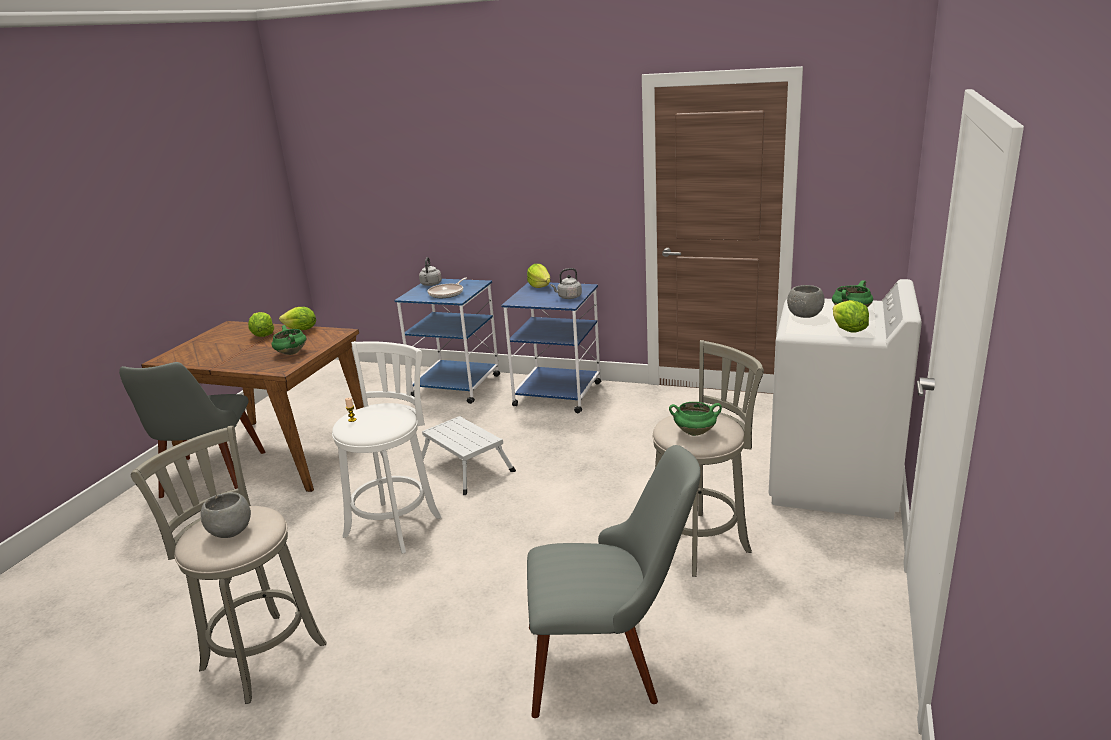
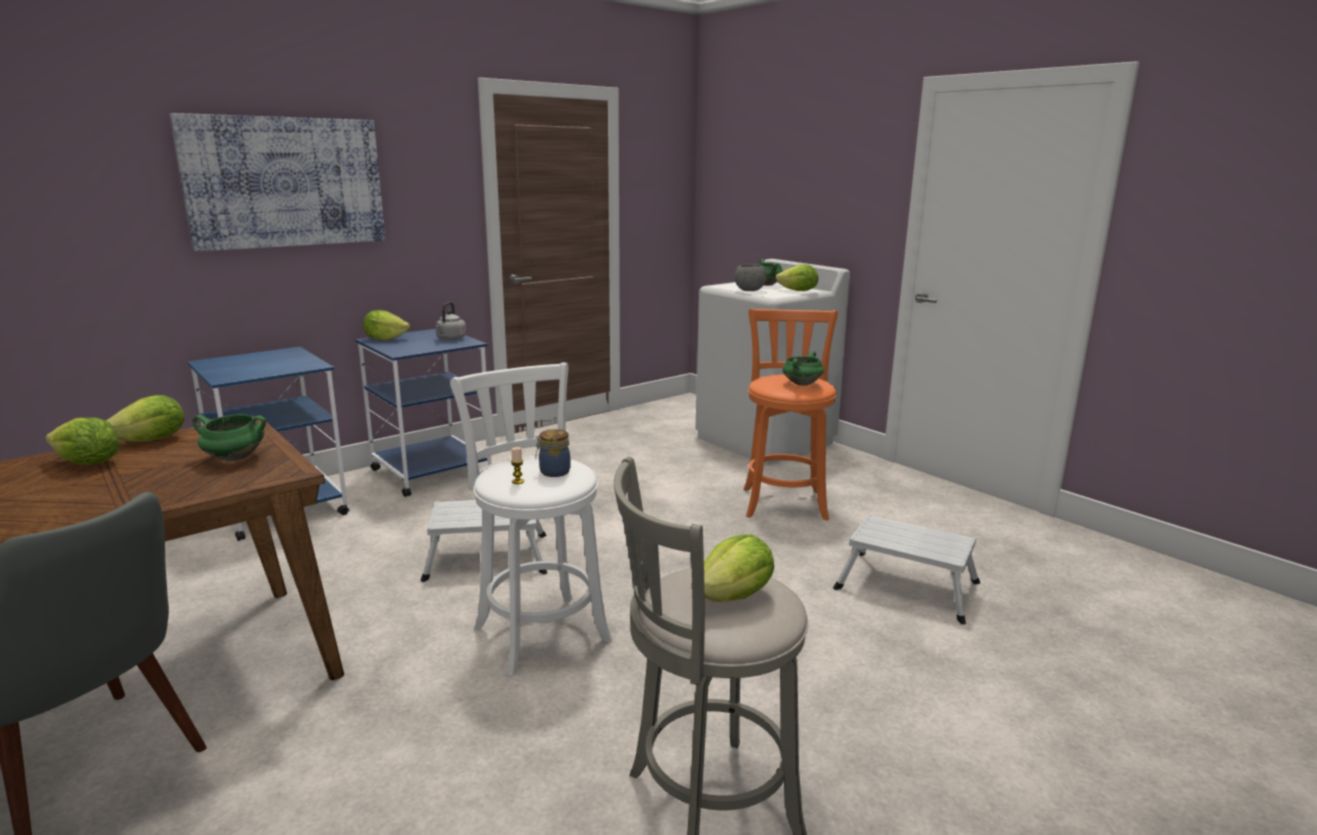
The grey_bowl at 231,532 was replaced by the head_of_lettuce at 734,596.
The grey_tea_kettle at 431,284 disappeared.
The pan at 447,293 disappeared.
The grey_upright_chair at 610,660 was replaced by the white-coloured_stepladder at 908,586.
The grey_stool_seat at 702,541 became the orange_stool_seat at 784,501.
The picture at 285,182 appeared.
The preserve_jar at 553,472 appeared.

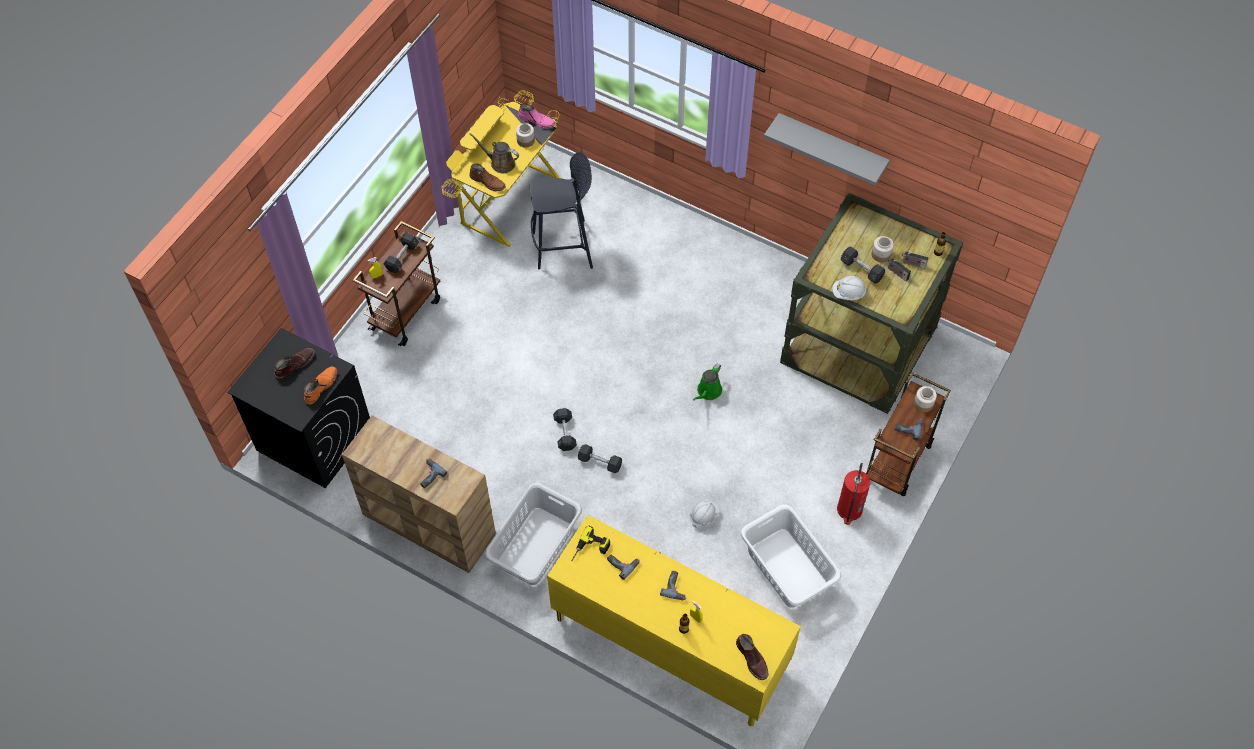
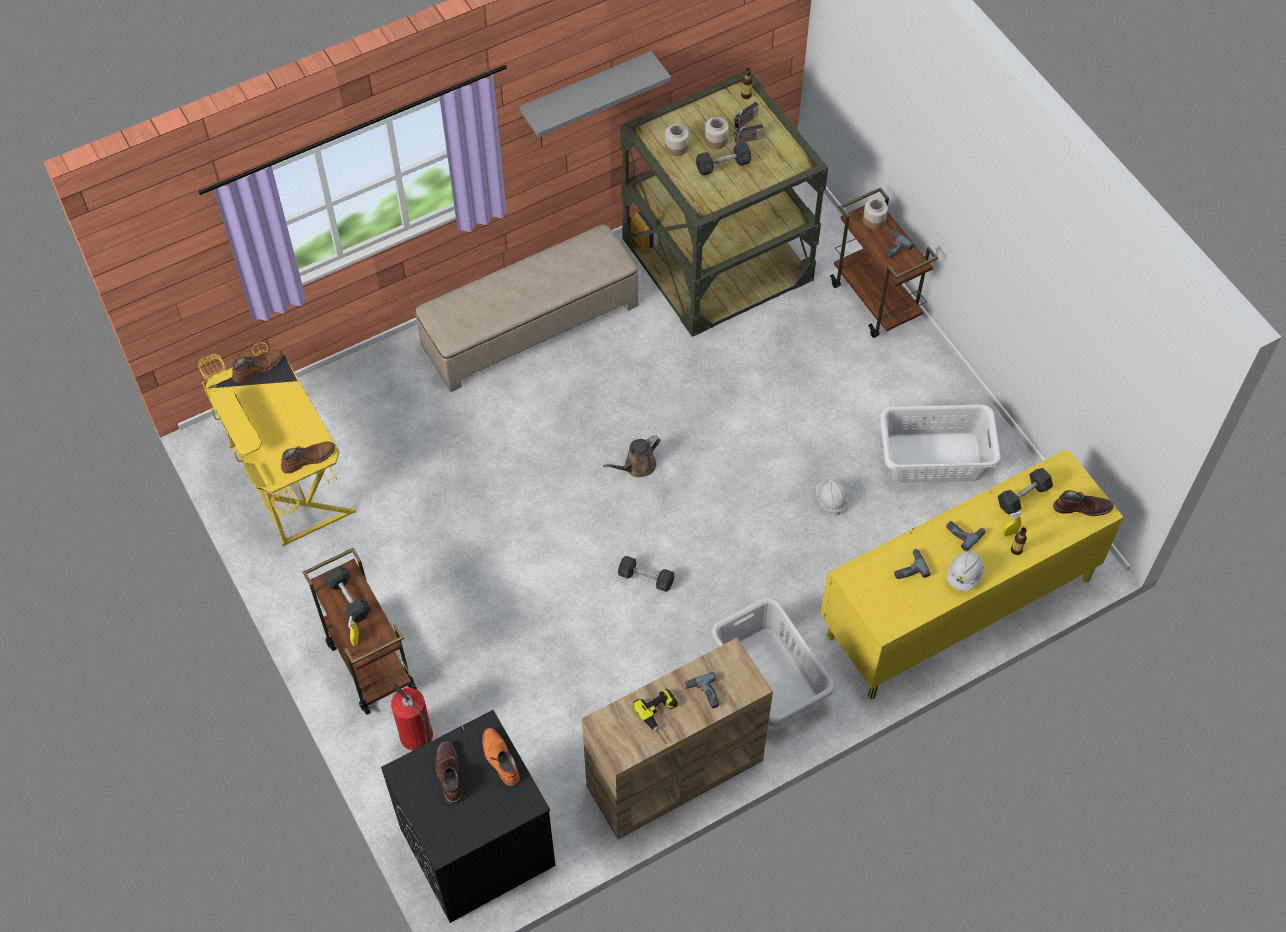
The brown-coloured_watering_pot moved from 500,163 to 637,466.
The preserve_jar moved from 525,141 to 676,147.
The pinkish_boot at 537,120 became the brown-coloured_boot at 258,367.
The grey_stool_seat at 564,247 disappeared.
The drill moved from 590,550 to 662,717.
The grey_free_weight moved from 600,462 to 1023,496.
The green_watering_pot at 708,392 disappeared.
The white-coloured_work_helmet moved from 848,293 to 964,575.
The extinguisher moved from 849,510 to 417,736.
The sand-coloured_indoor_bench at 530,324 appeared.

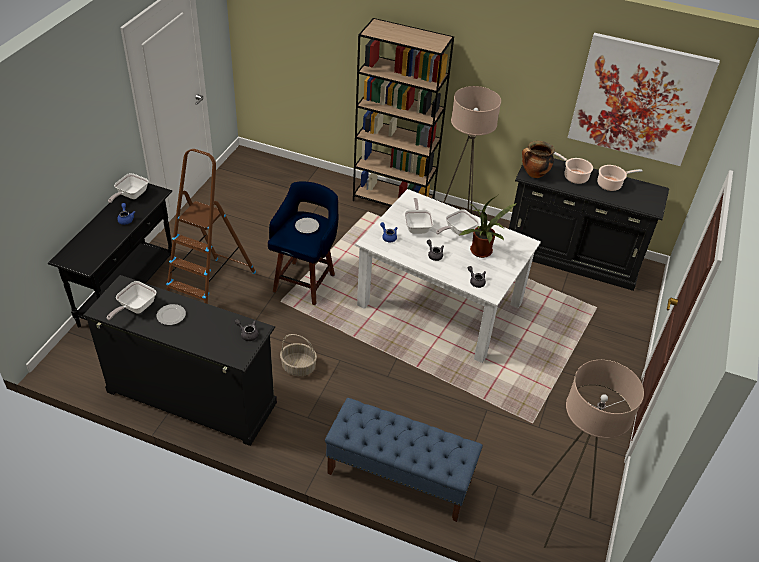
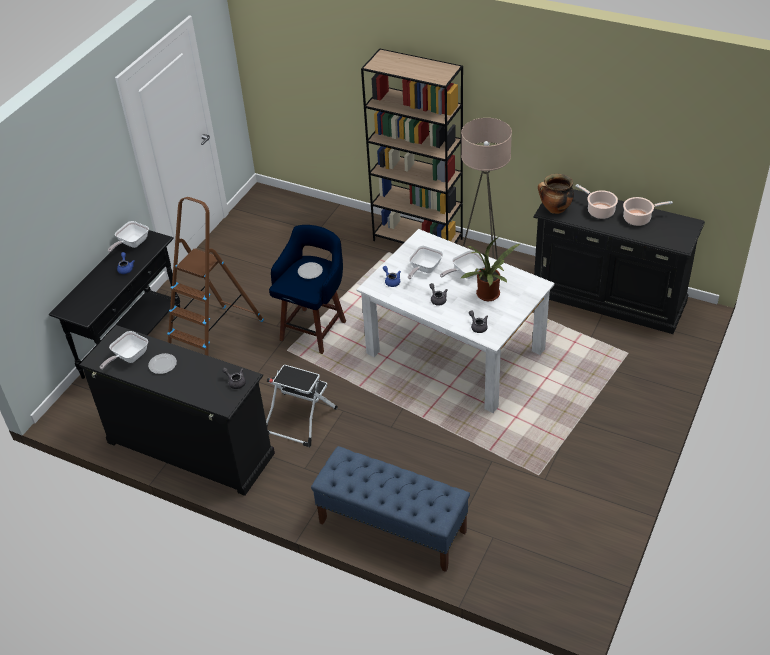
The basket at 298,367 was replaced by the stepladder at 299,418.
The pan at 417,226 turned 150 degrees counterclockwise.
The sand-coloured_floor_lamp at 556,519 disappeared.
The picture at 639,100 disappeared.

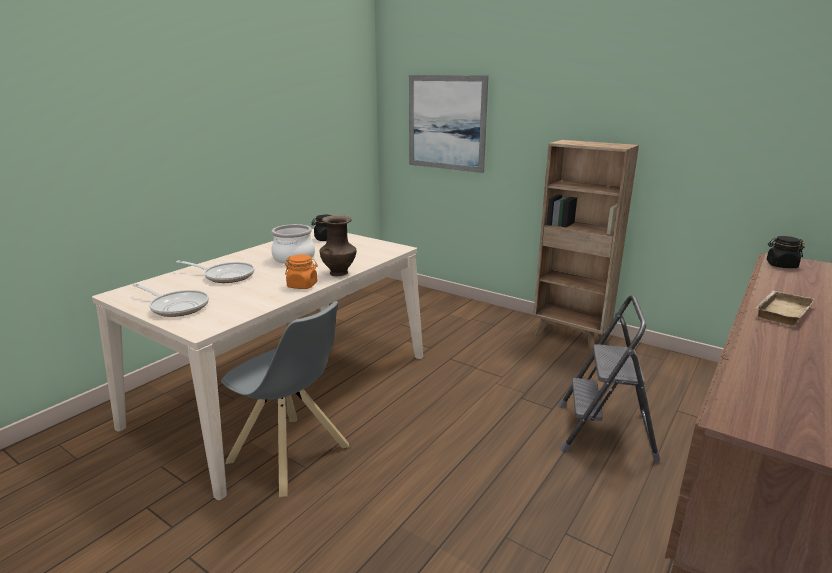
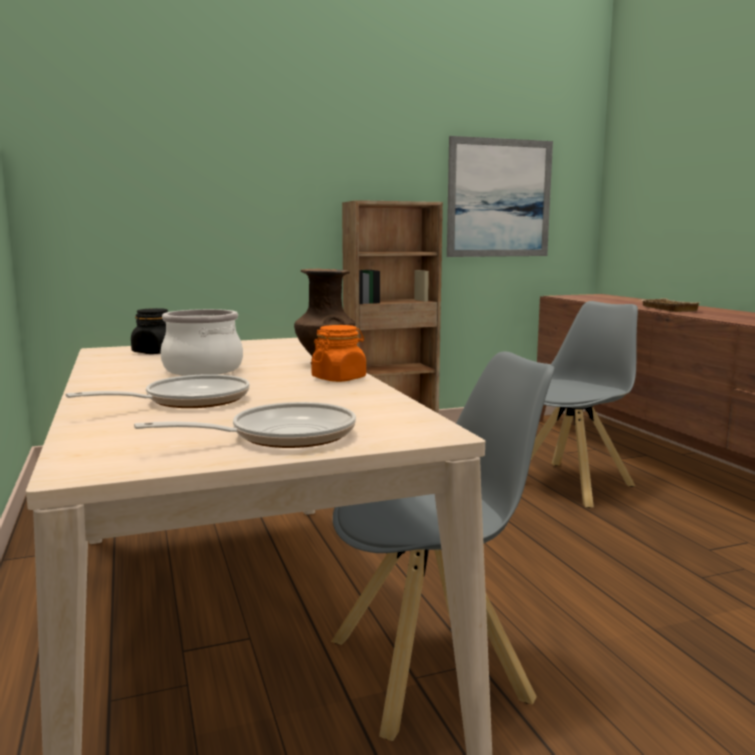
The picture moved from 446,123 to 499,198.
The grey_stepladder at 609,432 was replaced by the grey_upright_chair at 573,483.
The blackish_preserve_jar at 781,265 disappeared.

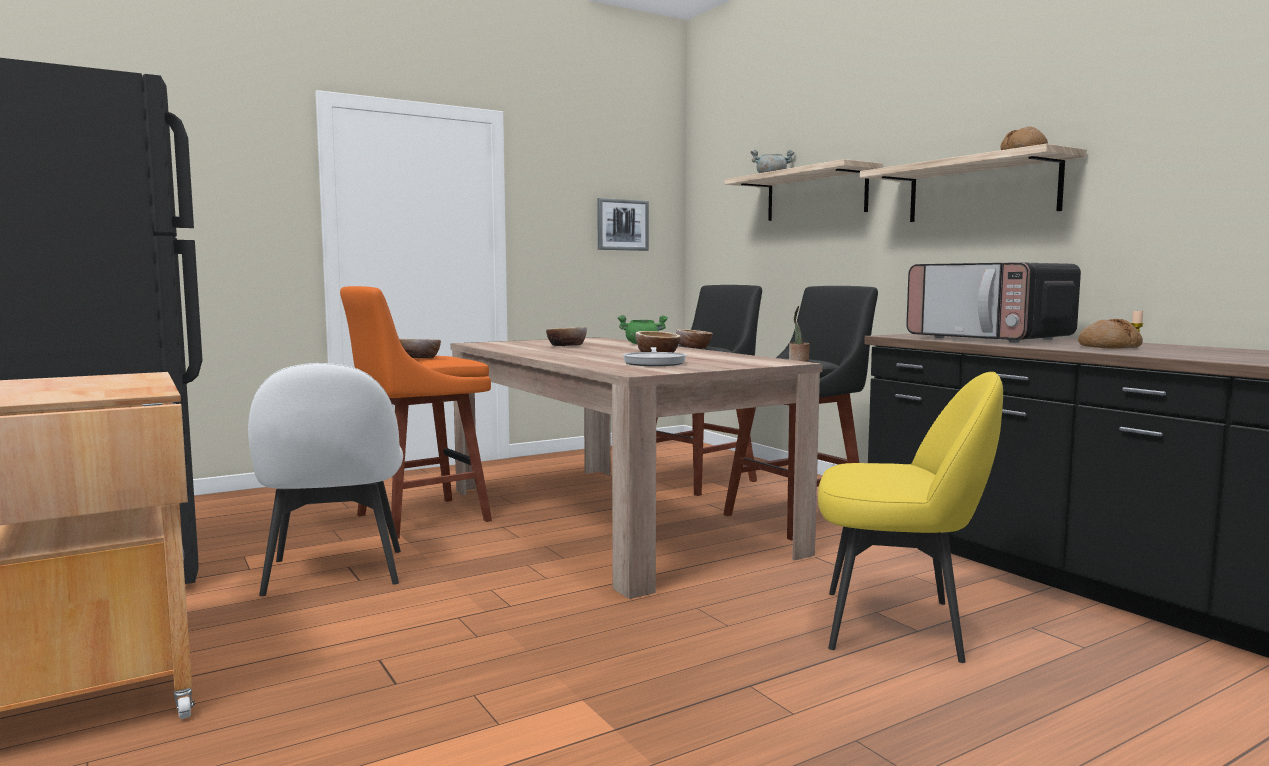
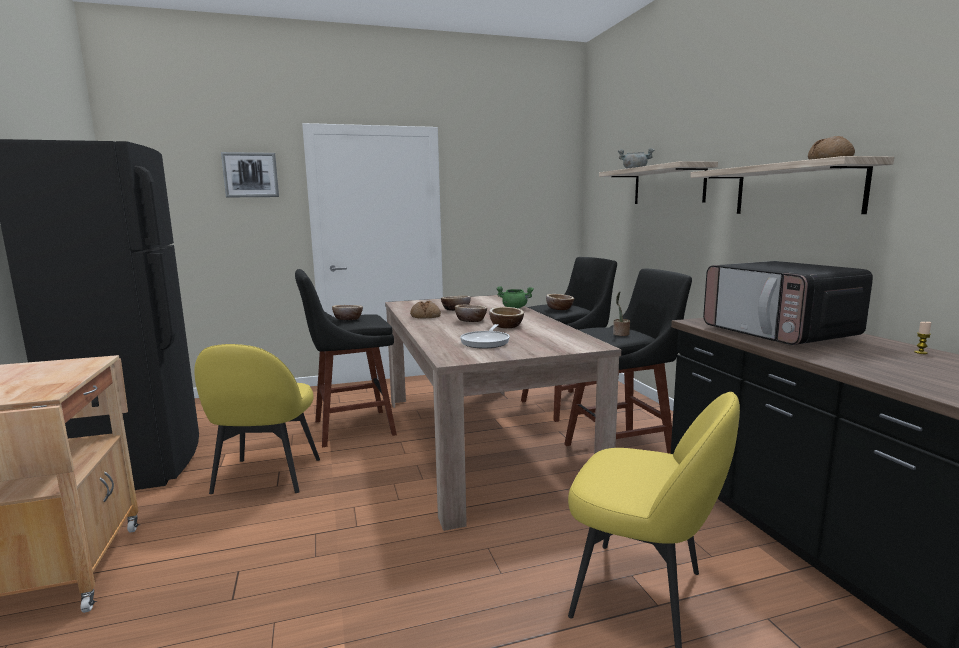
The white-coloured_upright_chair at 334,573 became the yellow-coloured_upright_chair at 266,477.
The orange_stool_seat at 419,518 became the blackish_stool_seat at 351,428.
The picture moved from 622,225 to 250,175.
The bakery_bread moved from 1109,347 to 425,316.
The bowl at 471,321 appeared.

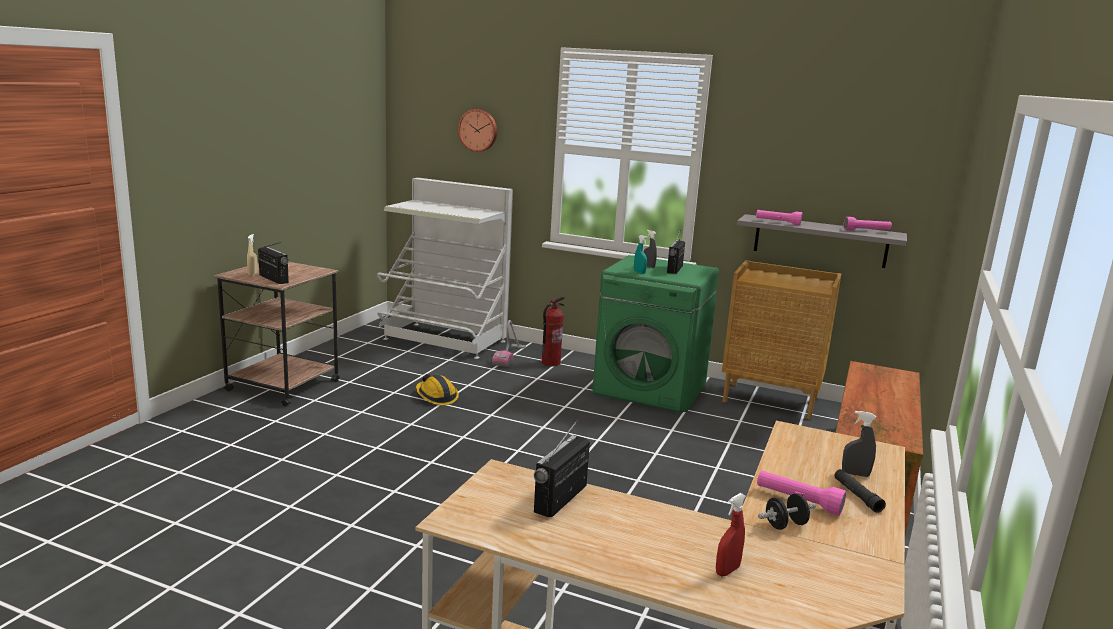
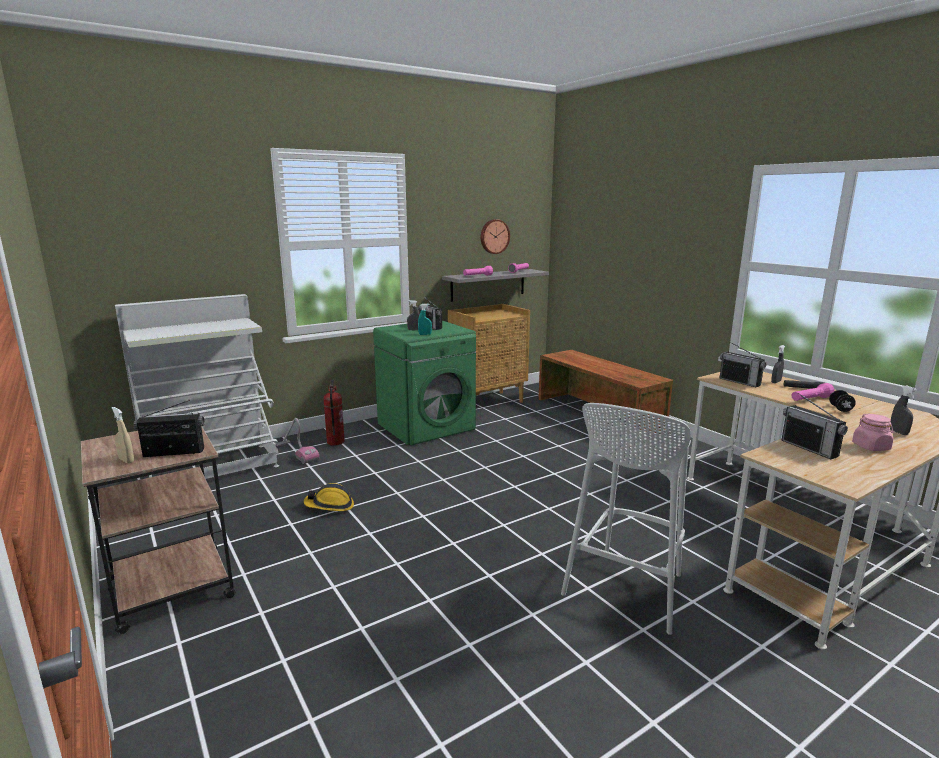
The clock_on_the_wall moved from 478,130 to 494,236.
The red_spray_bottle at 727,570 became the grey_spray_bottle at 898,432.
The white-coloured_stool_seat at 627,589 appeared.
The radio at 739,382 appeared.
The pinkish_preserve_jar at 871,447 appeared.

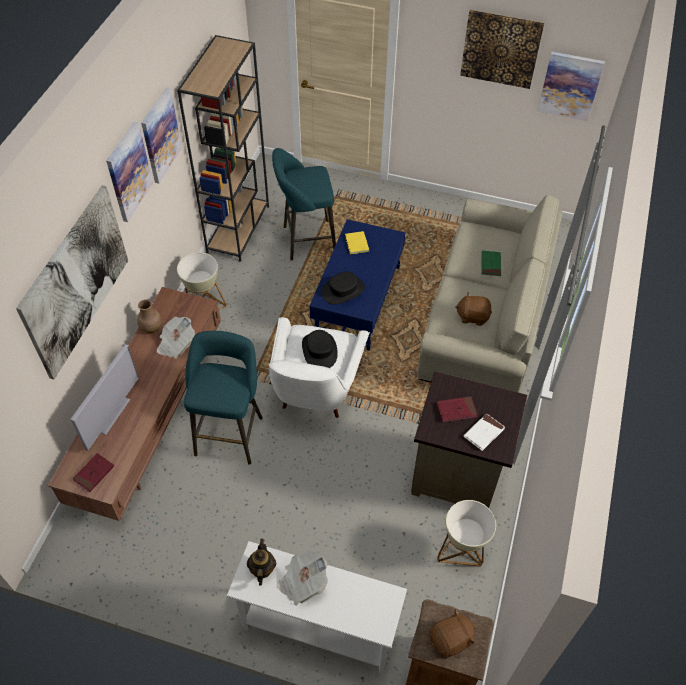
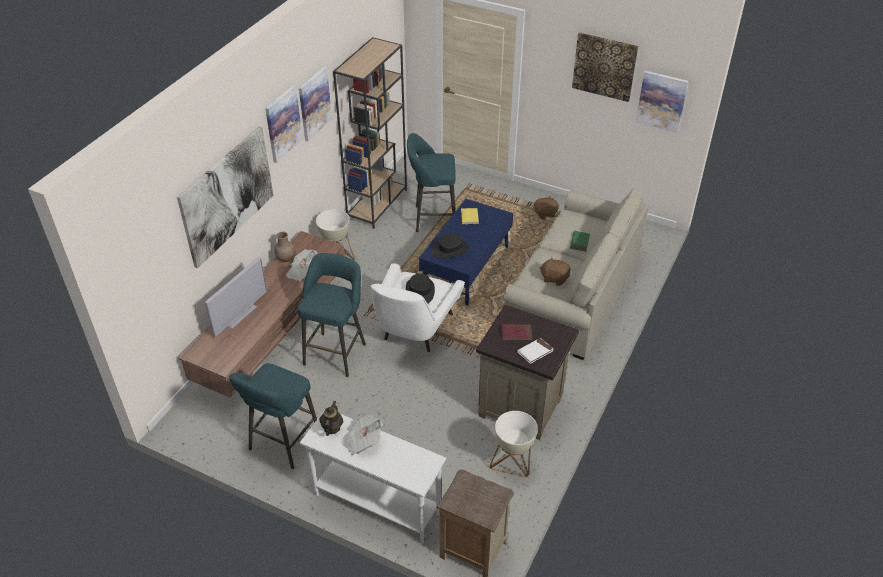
The red_book at 94,473 disappeared.
The brown-coloured_cuddly_toy moved from 451,640 to 545,214.
The turquoise_stool_seat at 282,444 appeared.

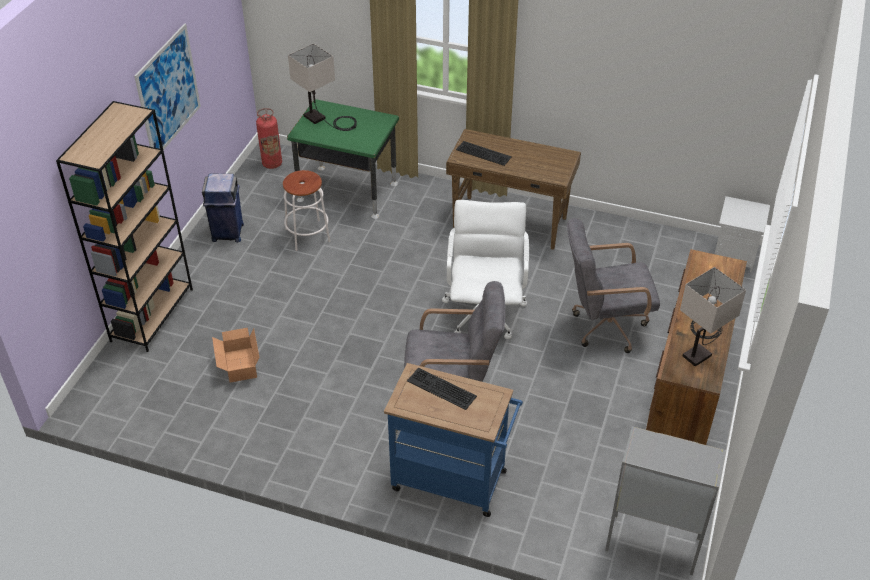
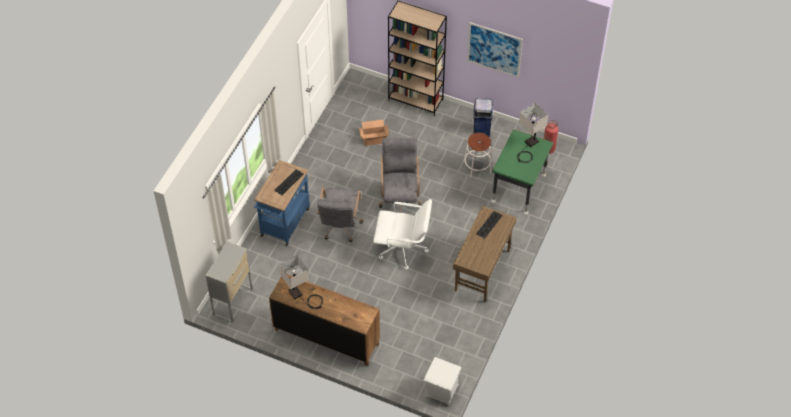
The grey_office_chair moved from 604,328 to 399,199.

